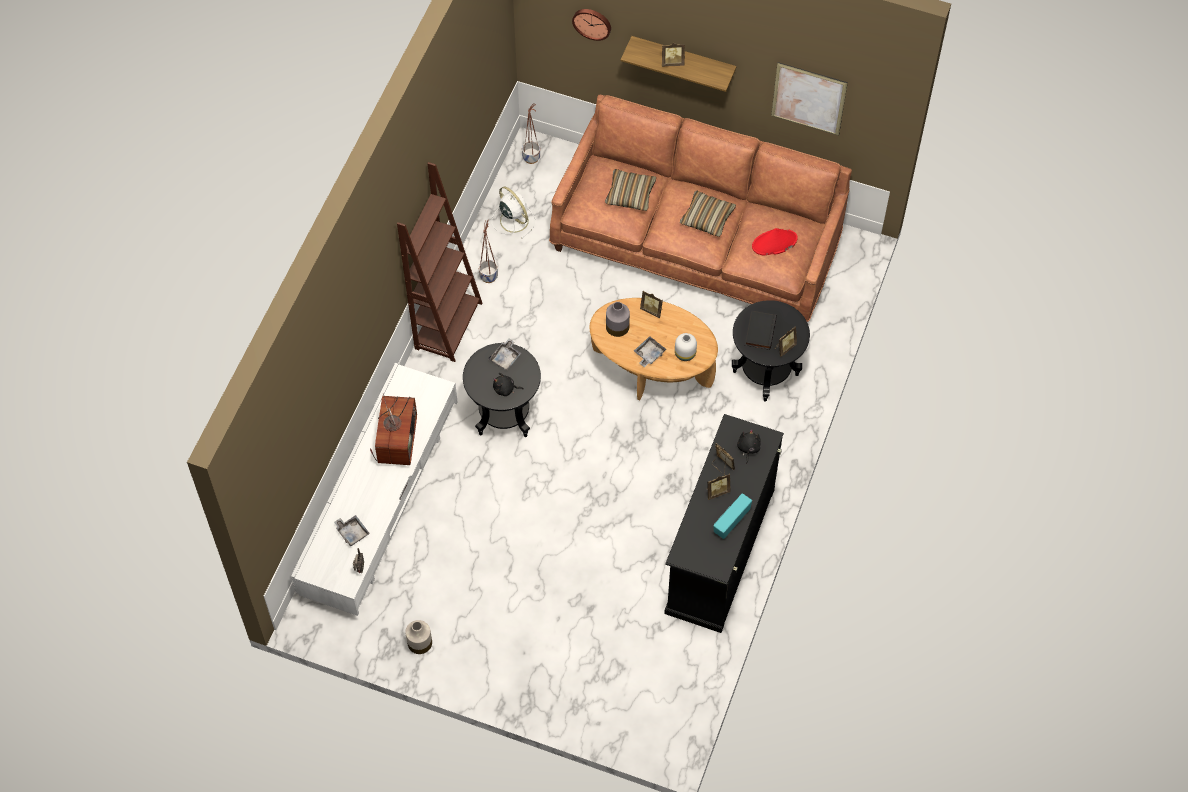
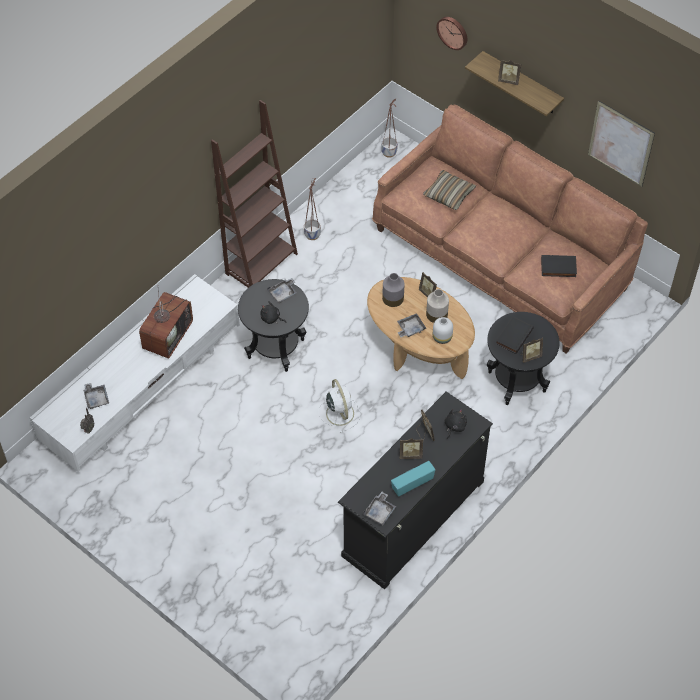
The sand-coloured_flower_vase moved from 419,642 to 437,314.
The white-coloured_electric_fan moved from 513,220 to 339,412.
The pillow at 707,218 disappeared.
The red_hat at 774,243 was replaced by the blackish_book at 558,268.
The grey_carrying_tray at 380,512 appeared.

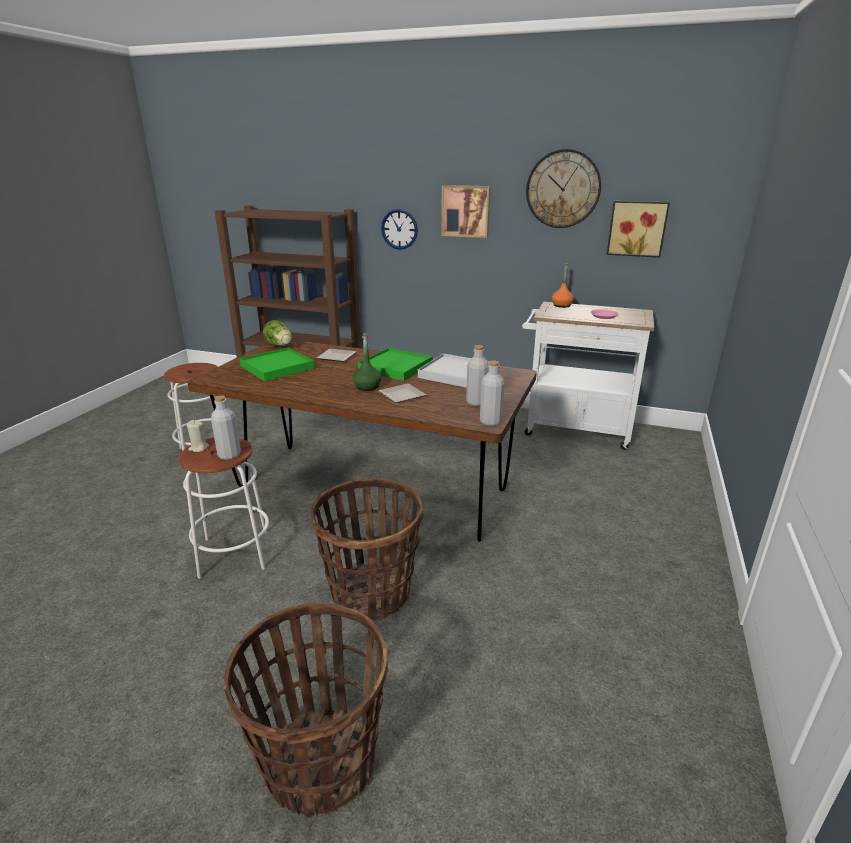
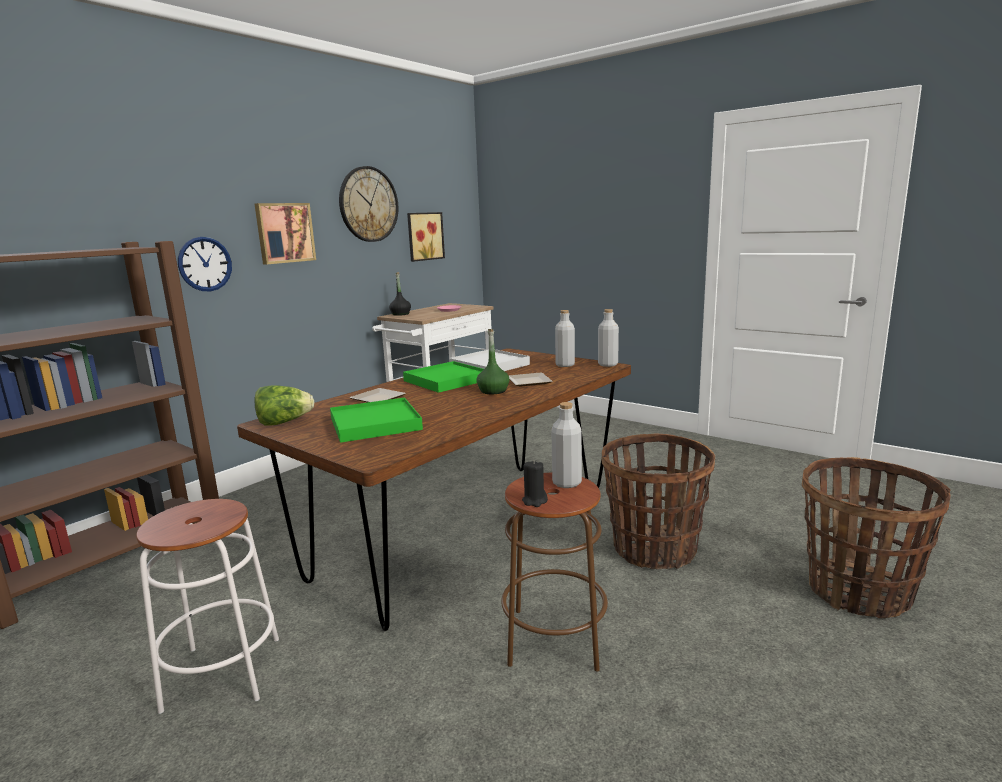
The white-coloured_stool_seat at 234,553 became the brown-coloured_stool_seat at 554,638.
The sand-coloured_wax_candle at 199,448 became the blackish_wax_candle at 534,501.
The orange_drink_bottle at 561,305 became the blackish_drink_bottle at 400,314.

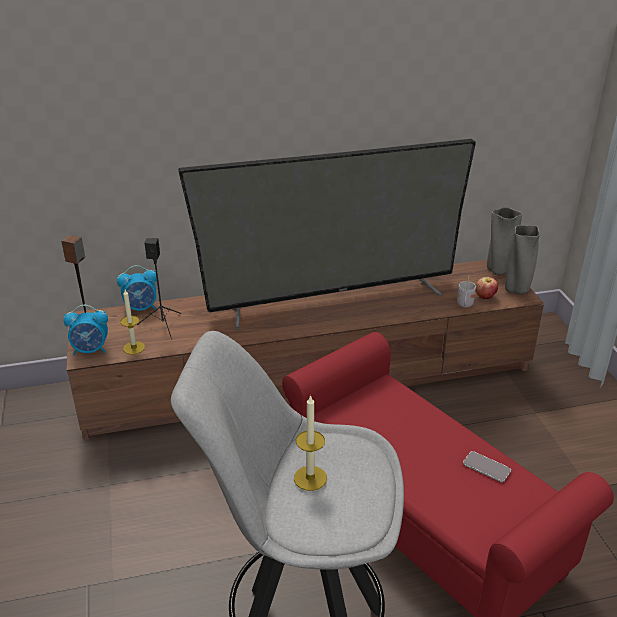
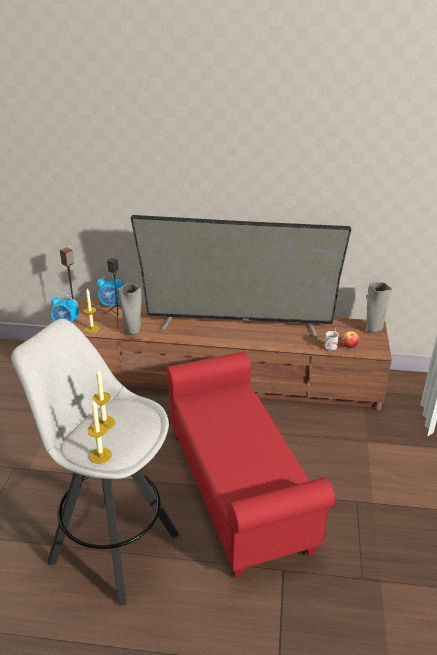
The phone at 486,467 disappeared.
The grey_flower_vase moved from 516,290 to 132,331.
The wax_candle at 100,455 appeared.

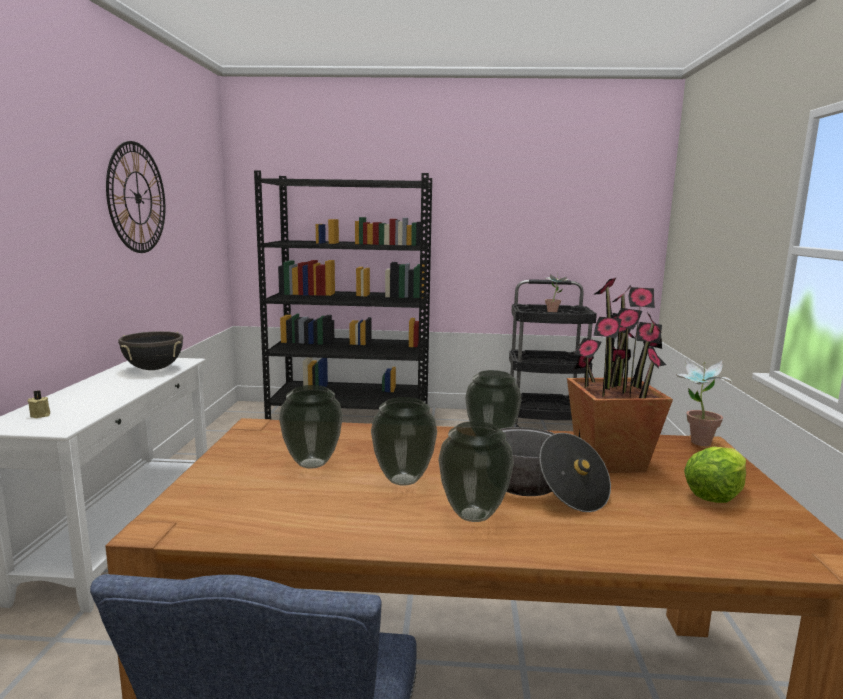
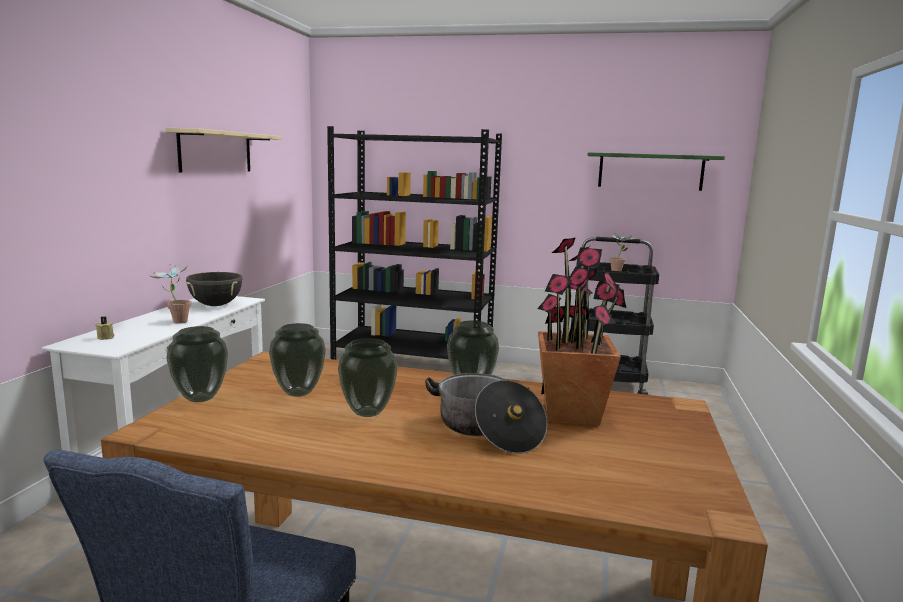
The clock_on_the_wall at 137,198 was replaced by the sand-coloured_wall_shelf at 216,152.
The flower_vase moved from 473,515 to 199,398.
The plant_in_a_pot moved from 695,443 to 175,322.
The head_of_lettuce at 714,495 disappeared.
The green_wall_shelf at 650,171 appeared.

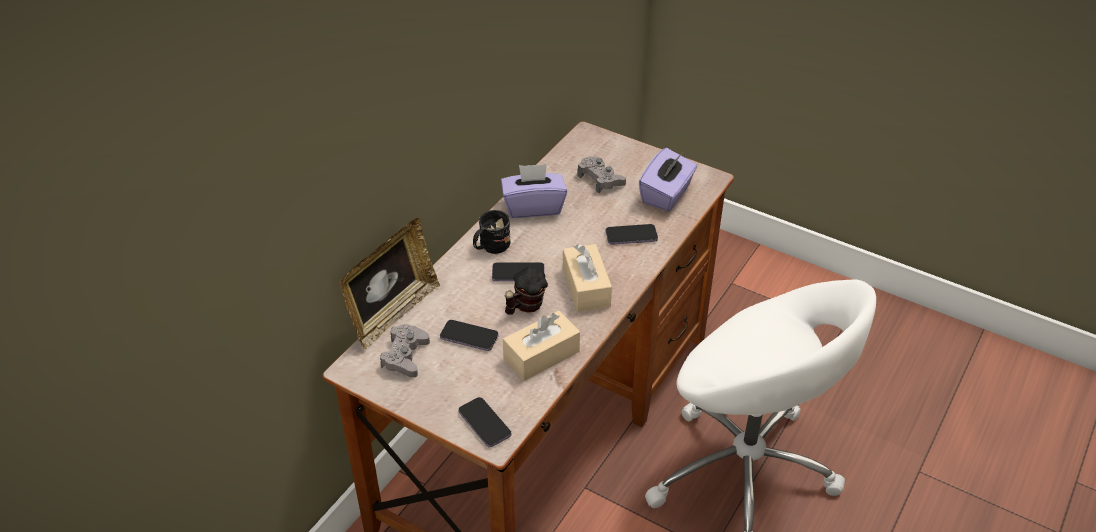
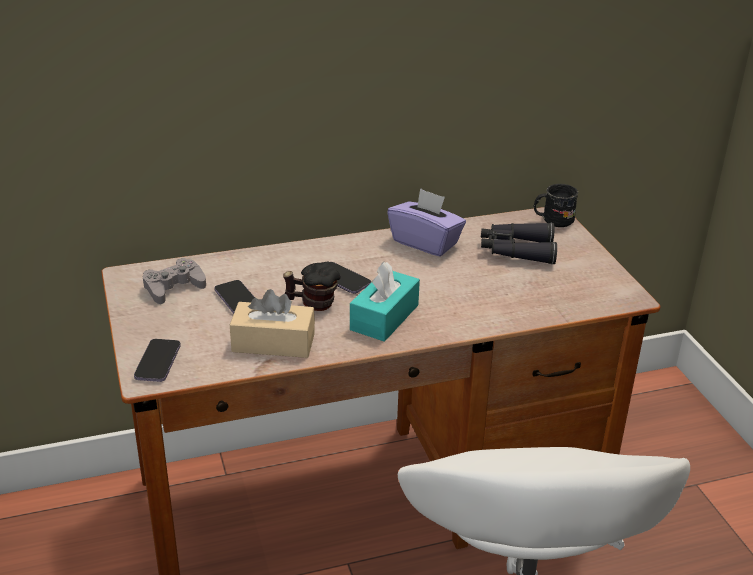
The standing_frame at 393,313 disappeared.
The blackish_mug moved from 490,247 to 552,220.
The sand-coloured_tissue_holder at 586,287 became the turquoise_tissue_holder at 384,317.
The grey_gamepad at 600,179 was replaced by the blackish_binoculars at 516,250.
The phone at 631,236 disappeared.
The purple-coloured_tissue_holder at 666,194 disappeared.

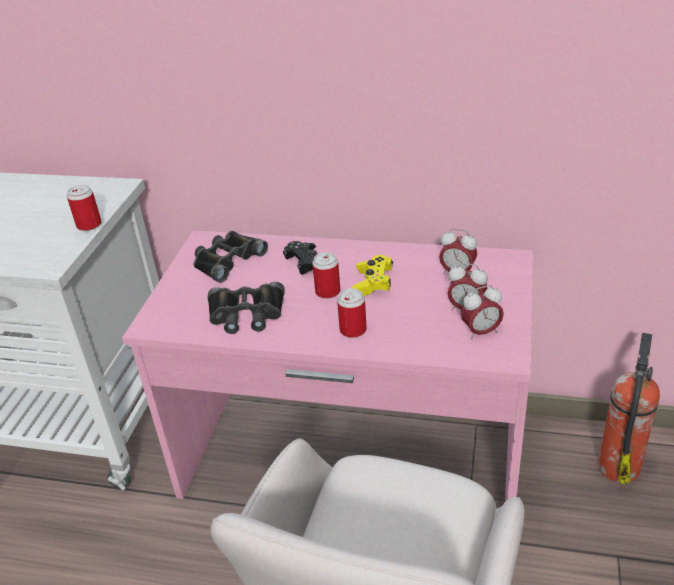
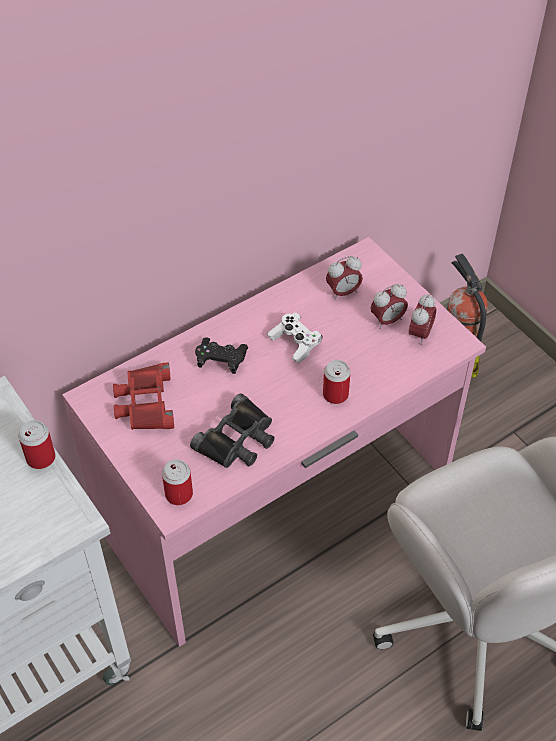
The blackish_binoculars at 227,260 became the red_binoculars at 145,403.
The can moved from 328,292 to 179,494.
The yellow-coloured_gamepad at 373,283 became the white-coloured_gamepad at 295,343.

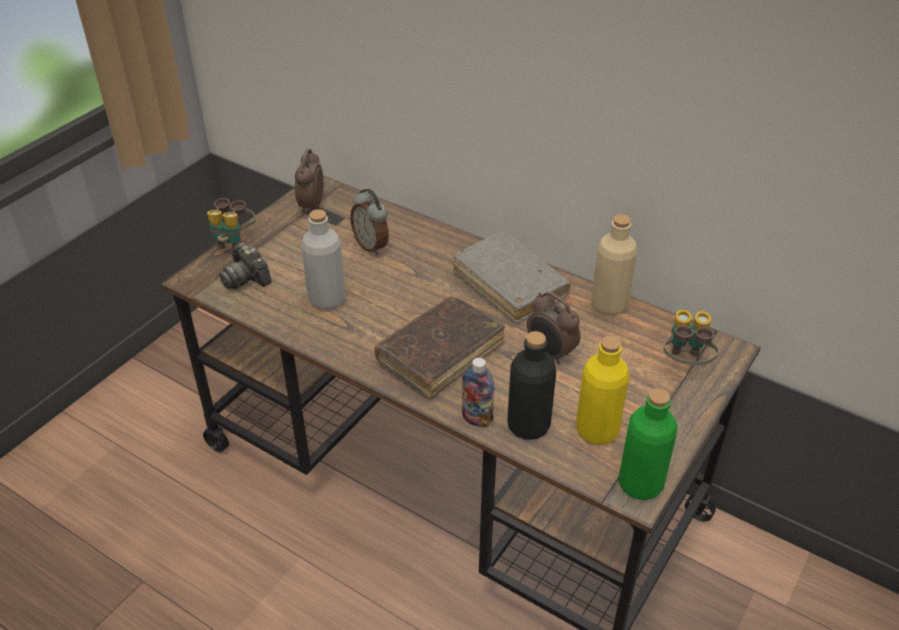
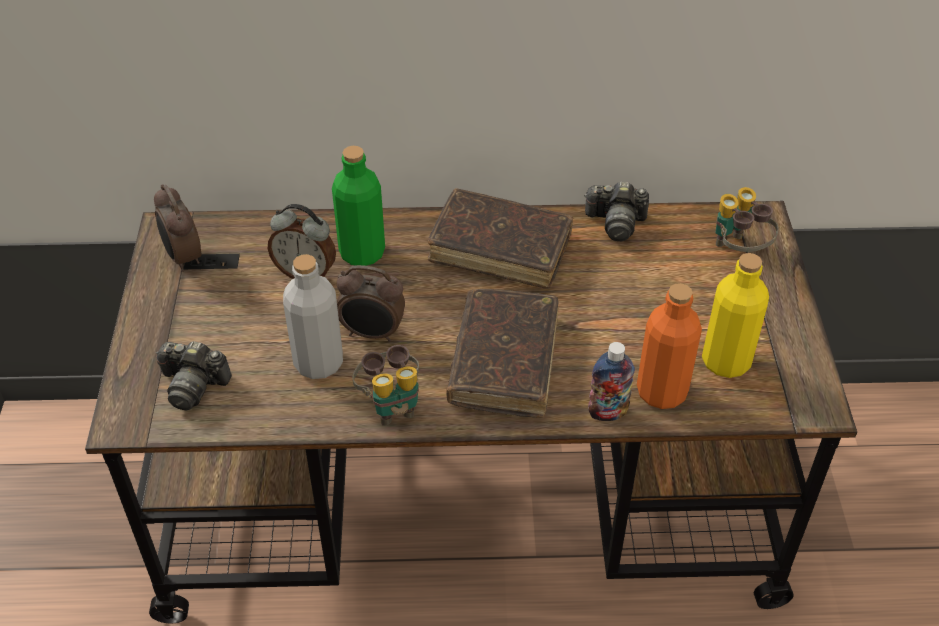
The binoculars moved from 234,242 to 391,405.
The grey_book at 509,285 became the brown-coloured_book at 500,248.
The blackish_drink_bottle at 528,426 became the orange_drink_bottle at 661,392.
The table_clock moved from 550,353 to 372,333.
The sand-coloured_drink_bottle at 609,305 was replaced by the still_camera at 615,223.
The green_drink_bottle moved from 640,484 to 362,253.

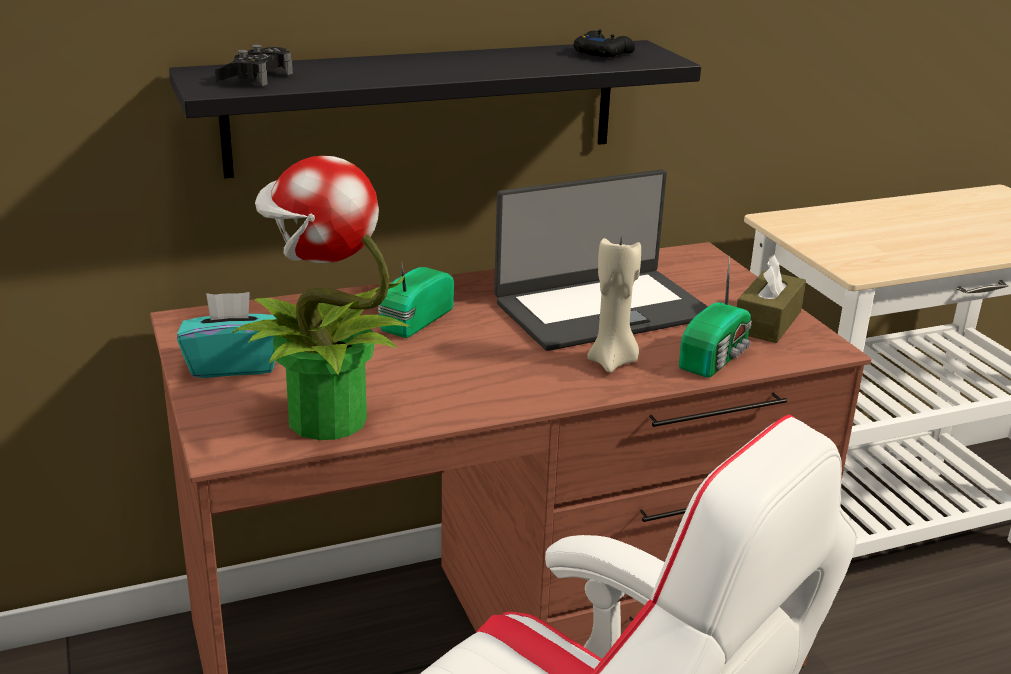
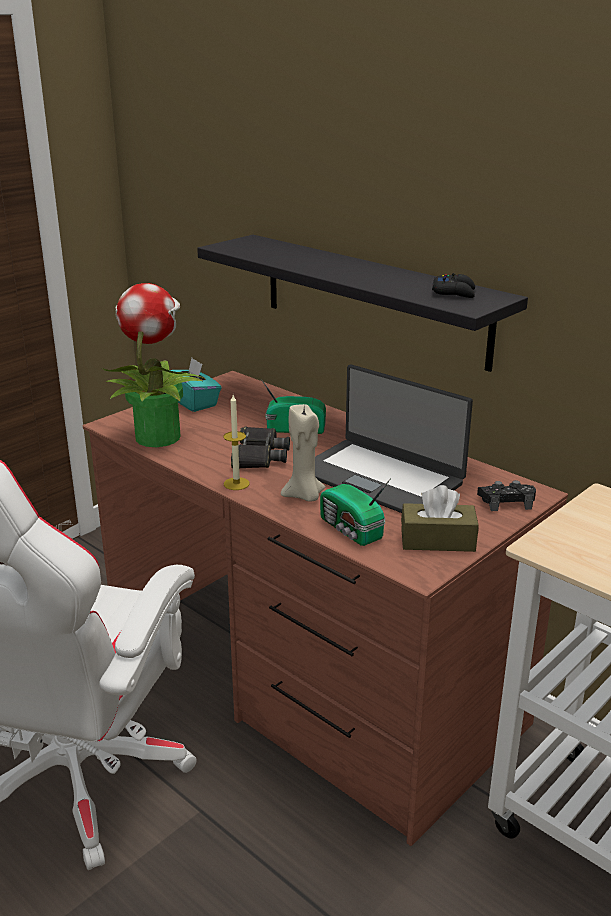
The blackish_gamepad moved from 256,77 to 506,502.
The radio at 716,358 turned 45 degrees clockwise.
The wax_candle at 236,484 appeared.
The blackish_binoculars at 259,455 appeared.

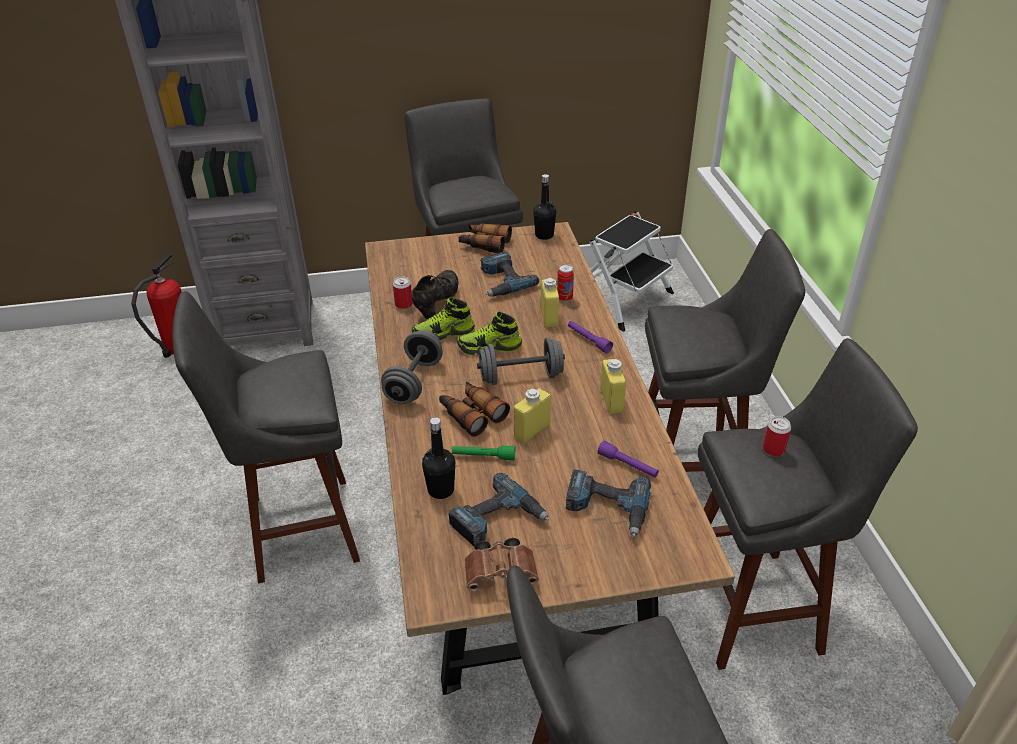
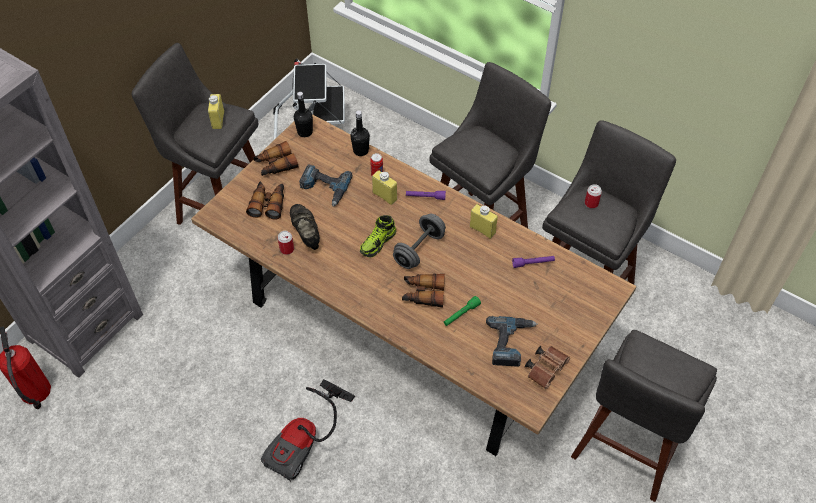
The grey_stool_seat at 297,529 was replaced by the vacuum_cleaner at 307,441.
The grey_free_weight at 414,382 disappeared.
The low_shoe at 443,334 disappeared.
The blackish_drink_bottle moved from 441,490 to 360,151.
The yellow-coloured_drink_bottle moved from 532,431 to 218,120.
The drill at 607,508 disappeared.
The binoculars at 268,203 appeared.

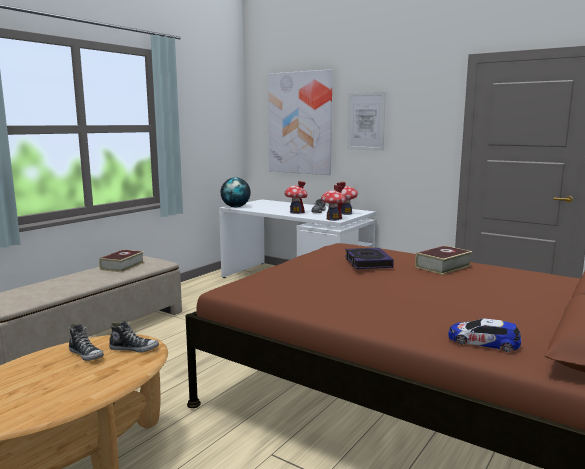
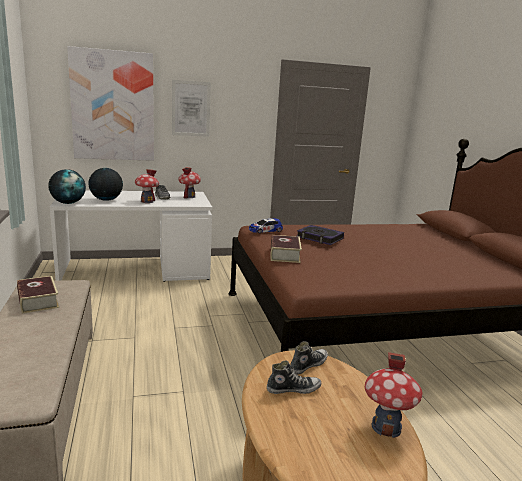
The toy_house moved from 333,219 to 386,427.
The book moved from 443,266 to 284,254.
The model_car moved from 483,341 to 265,230.
The globe at 106,200 appeared.

